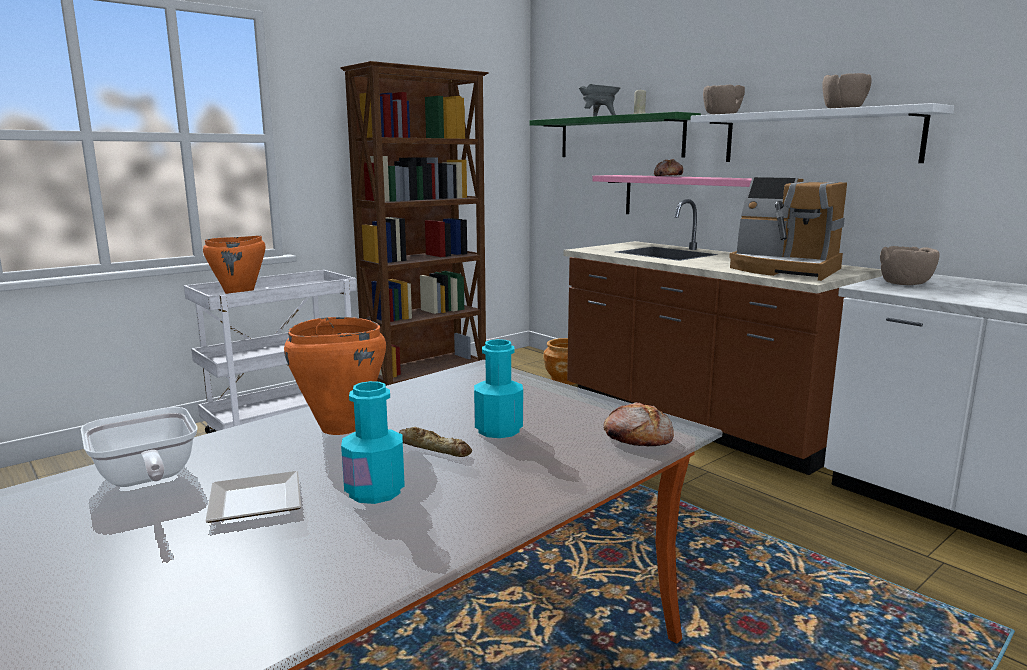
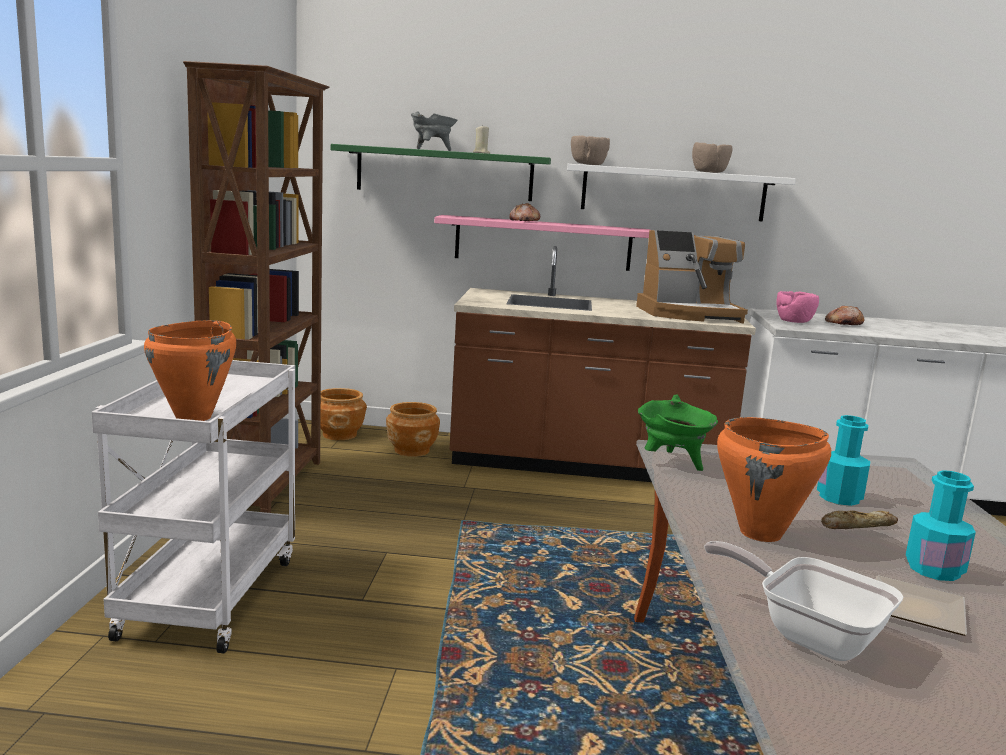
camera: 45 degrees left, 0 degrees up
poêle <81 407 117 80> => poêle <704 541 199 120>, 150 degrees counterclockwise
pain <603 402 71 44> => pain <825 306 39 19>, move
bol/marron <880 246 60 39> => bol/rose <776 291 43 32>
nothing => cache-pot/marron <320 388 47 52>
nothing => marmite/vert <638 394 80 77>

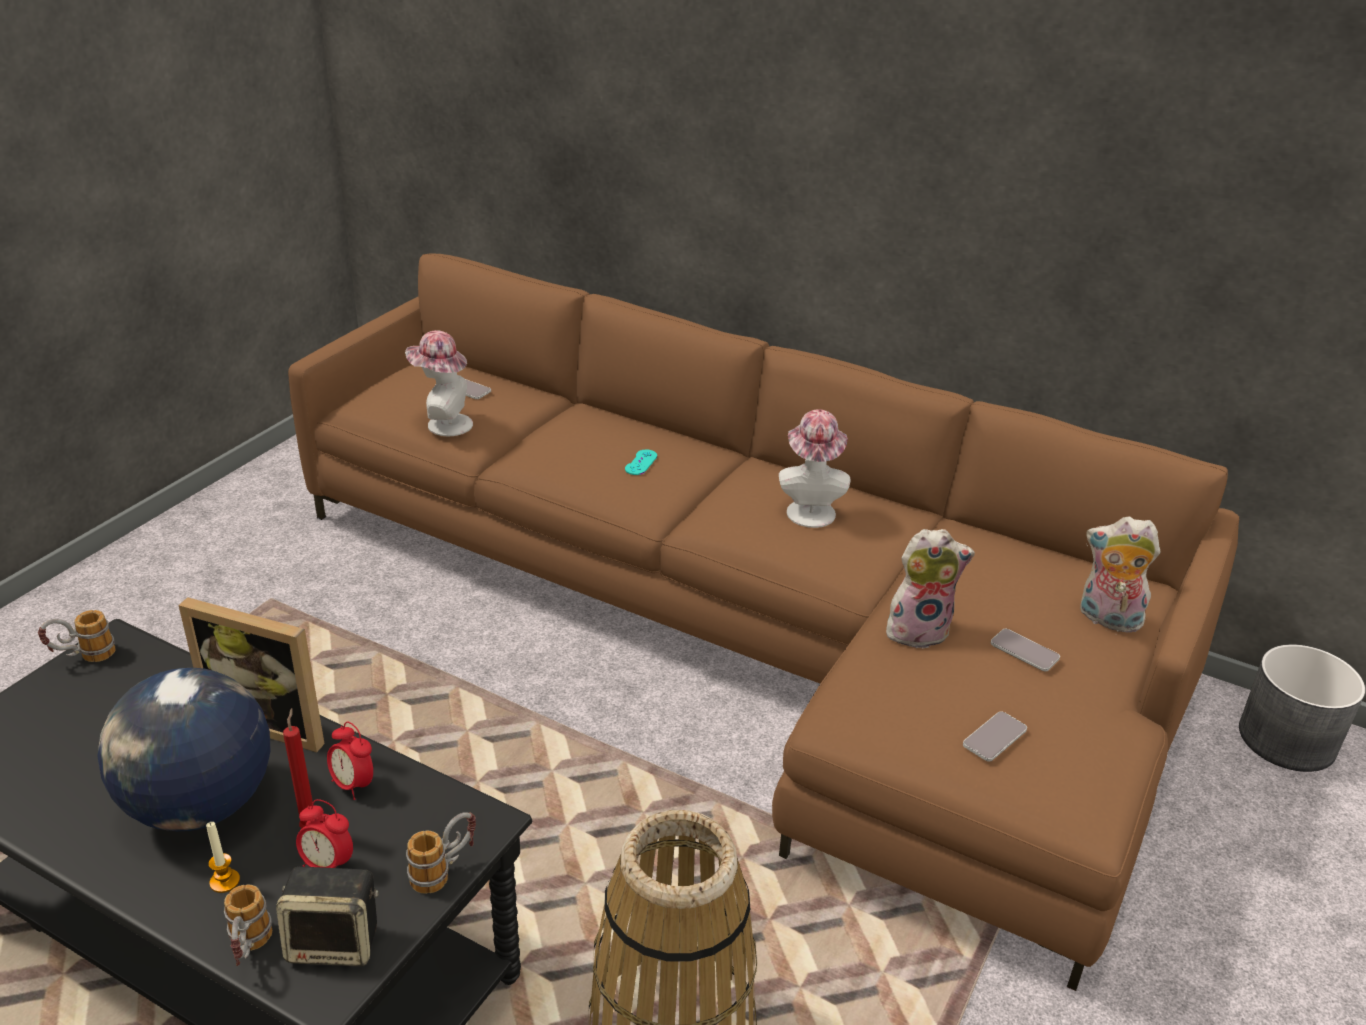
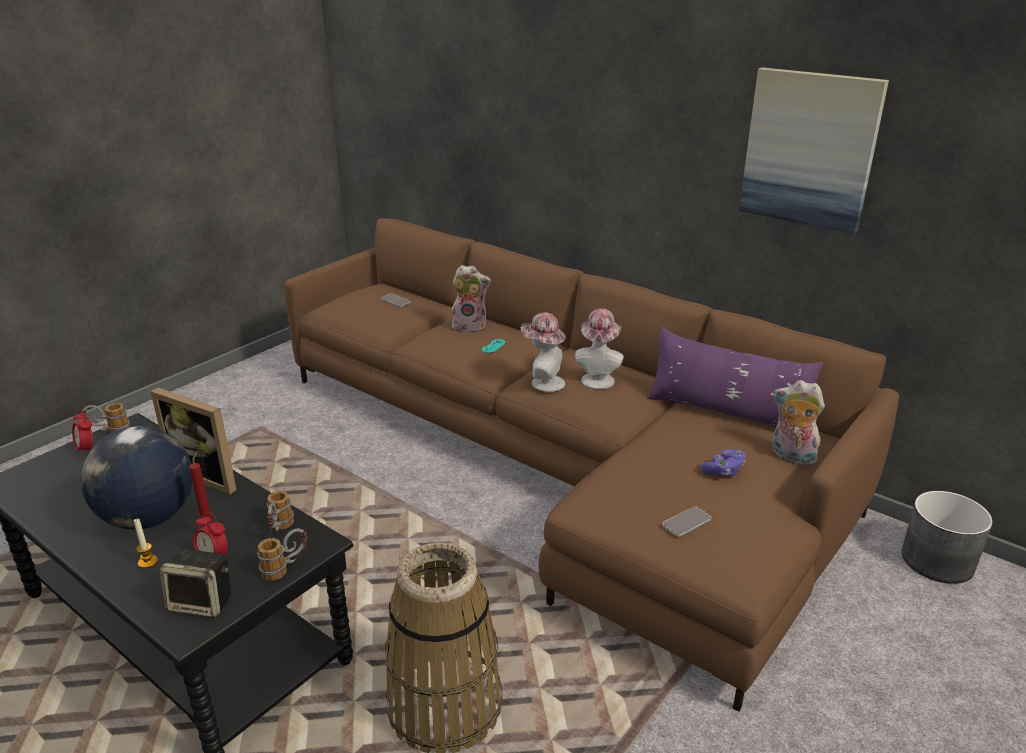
camera: 10 degrees right, 5 degrees down
mug <224 884 48 82> => mug <267 491 27 42>, move
réveil <327 722 46 78> => réveil <72 409 21 47>, move
chapeau <405 330 68 106> => chapeau <521 312 44 80>, move
peluche <886 529 89 120> => peluche <452 265 39 68>, move
téléphone <991 629 69 43> => manette/violet <700 449 46 28>
nothing => coussin/violet <647 327 176 100>
nothing => tableau <739 67 150 167>

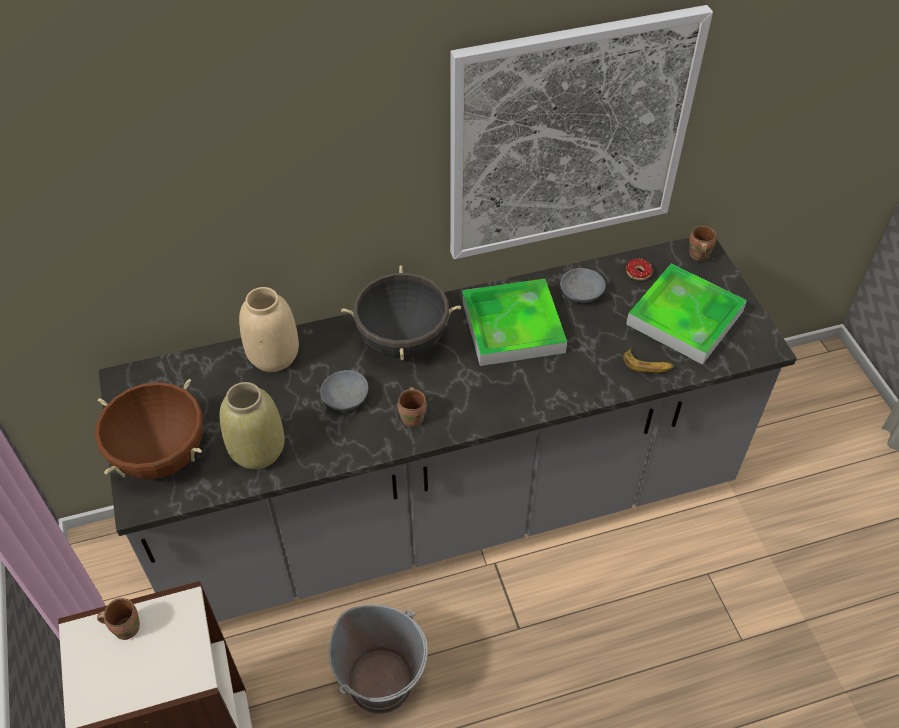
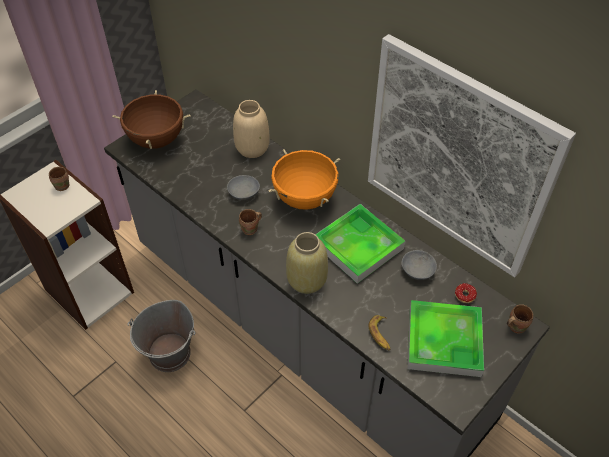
camera: 60 degrees right, 0 degrees up
vase/beige <220 382 65 87> => vase/beige <286 232 42 62>, move
marmite/noir <341 265 120 95> => marmite/orange <269 149 71 61>

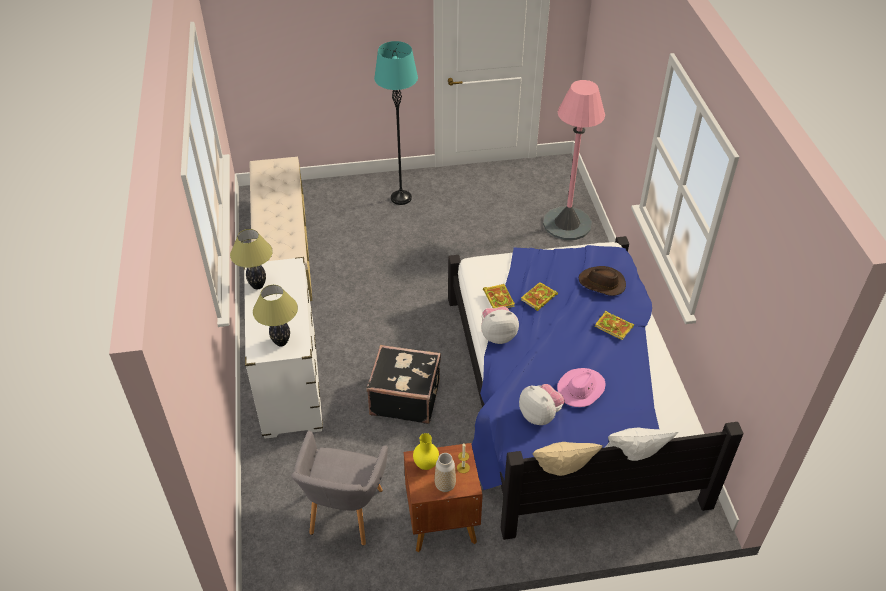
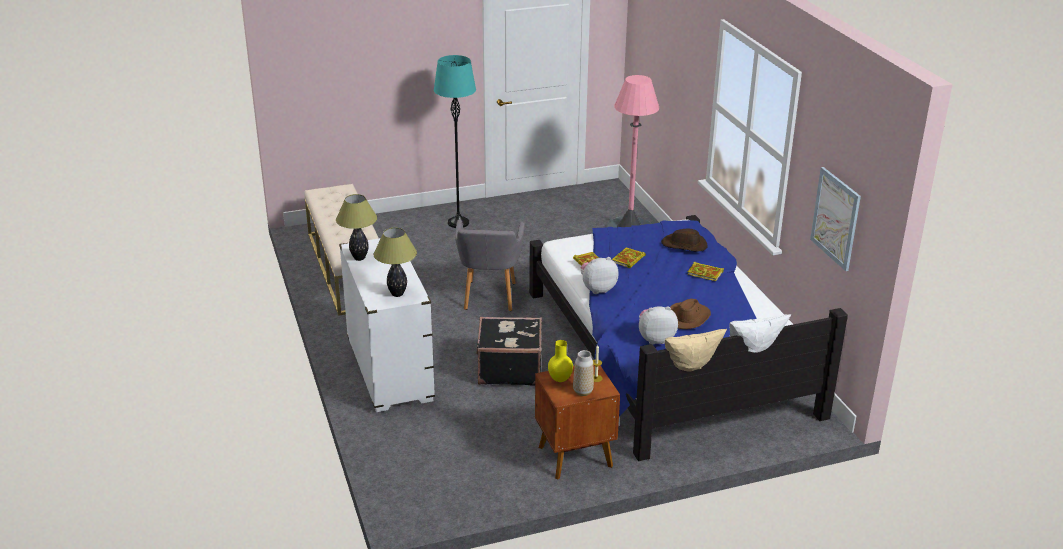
camera: 10 degrees left, 15 degrees down
fauteuil/gris <291 431 97 114> => fauteuil/gris <455 220 70 91>, move
peluche <519 384 46 41> => peluche <639 306 39 39>, 45 degrees counterclockwise
chapeau/rose <557 368 49 39> => chapeau/marron <670 299 41 30>
nothing => tableau <810 167 51 104>

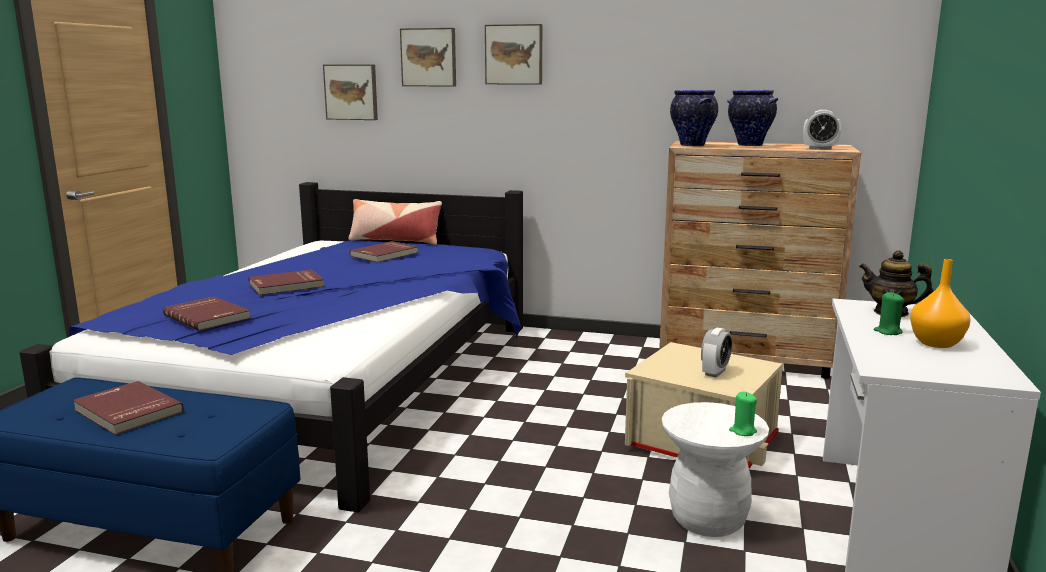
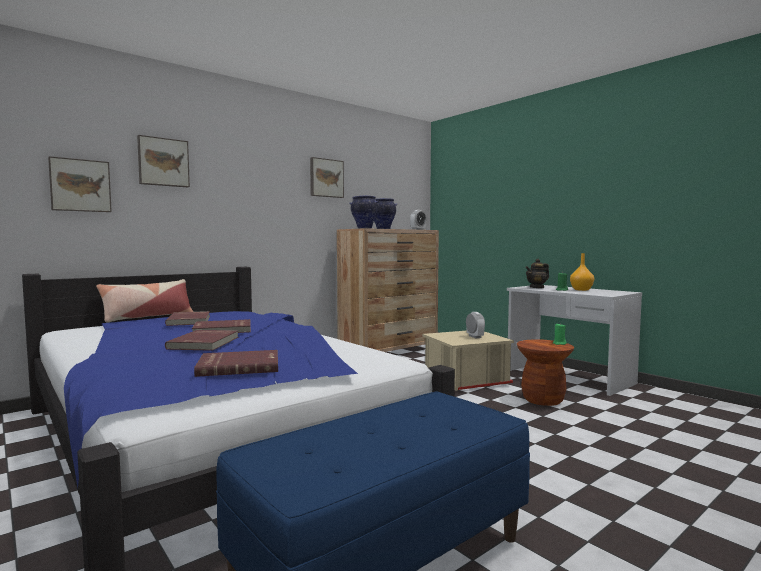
camera: 55 degrees left, 10 degrees down
livre/rouge <73 381 111 54> => livre/rouge <192 319 59 14>, move
tableau <485 24 57 61> => tableau <310 157 34 41>, move
tabouret/blanc <662 402 107 135> => tabouret/marron <517 339 57 67>

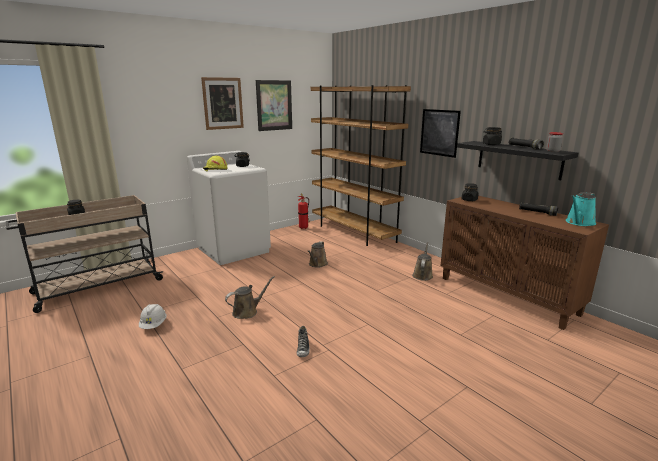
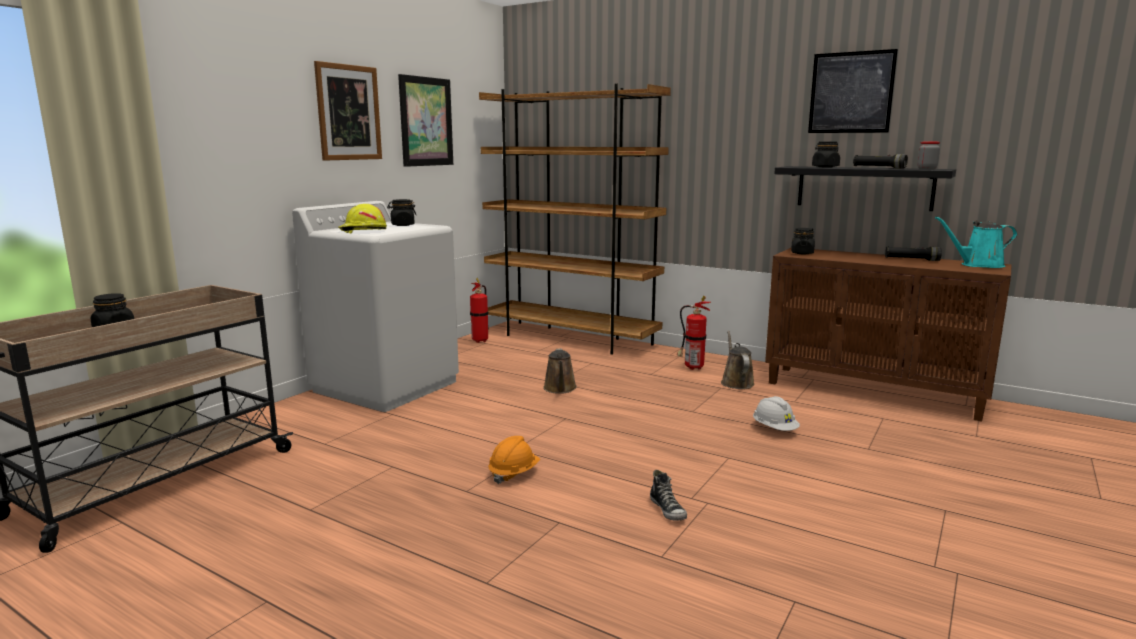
camera: 20 degrees left, 5 degrees down
casque de chantier/blanc <139 304 28 25> => casque de chantier/blanc <753 396 47 35>, move
arrosoir/marron <225 276 50 43> => casque de chantier/orange <488 436 52 48>
tableau <420 109 41 49> => tableau <808 49 90 84>, move
arrosoir/turquoise <566 192 30 34> => arrosoir/turquoise <935 217 82 51>, 60 degrees clockwise
nothing => extincteur <677 295 34 75>

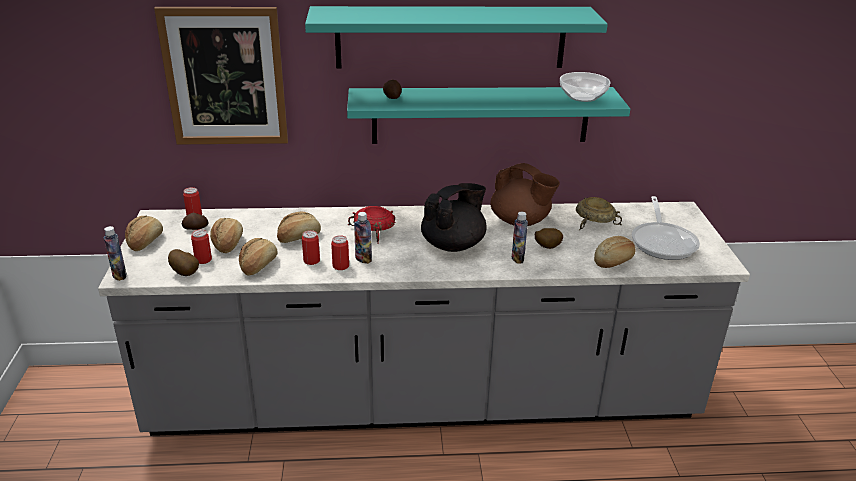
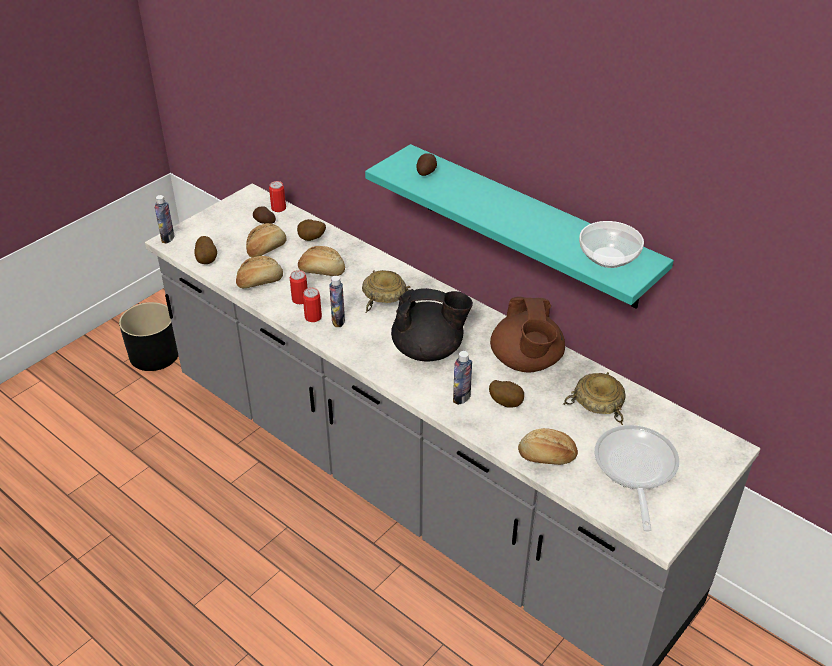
camera: 45 degrees right, 10 degrees up
pain <125 216 38 35> => nothing
tableau <154 7 134 138> => nothing
boîte métallique <191 229 21 35> => nothing
étagère/turquoise <305 6 303 63> => nothing
bol/rouge <348 206 48 38> => bol/beige <362 270 48 43>
poêle <632 196 68 64> => poêle <594 425 85 107>, 135 degrees clockwise
nothing => cache-pot/noir <119 302 60 69>
nothing => pomme de terre <297 219 29 22>

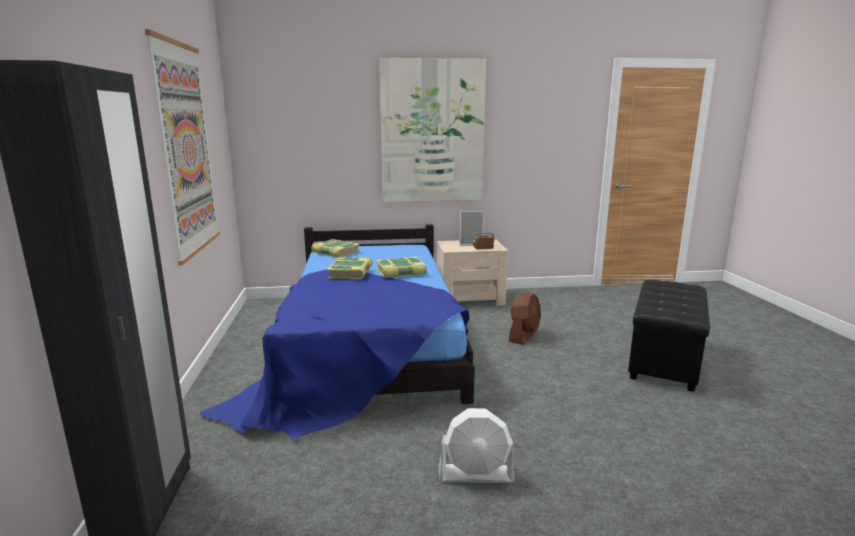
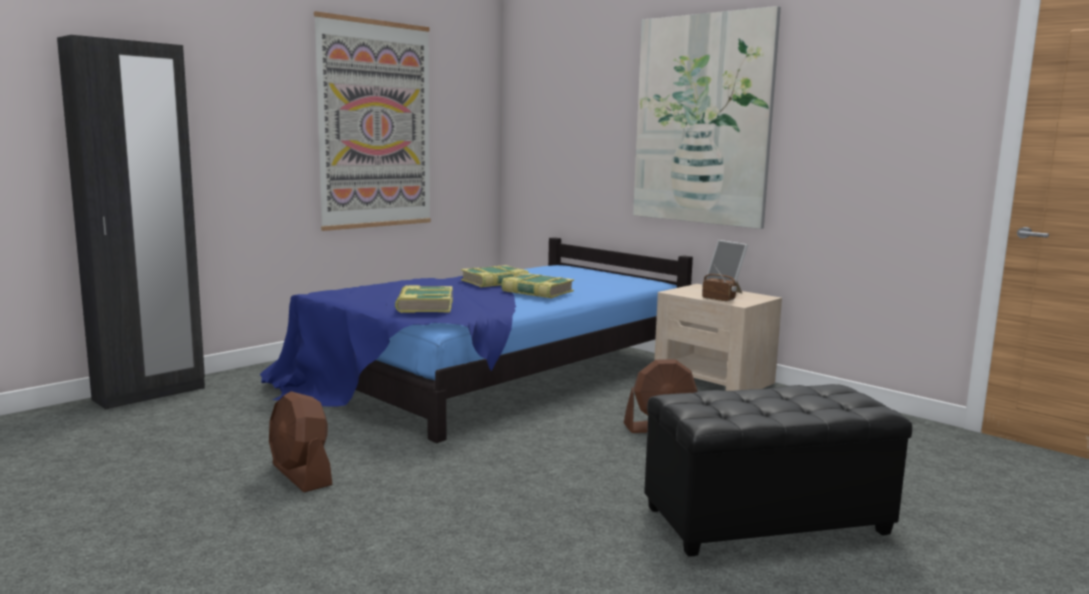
camera: 50 degrees right, 5 degrees down
livre <311 239 49 19> => livre <395 285 58 28>, move
ventilateur/blanc <439 408 76 75> => ventilateur/marron <269 391 63 101>

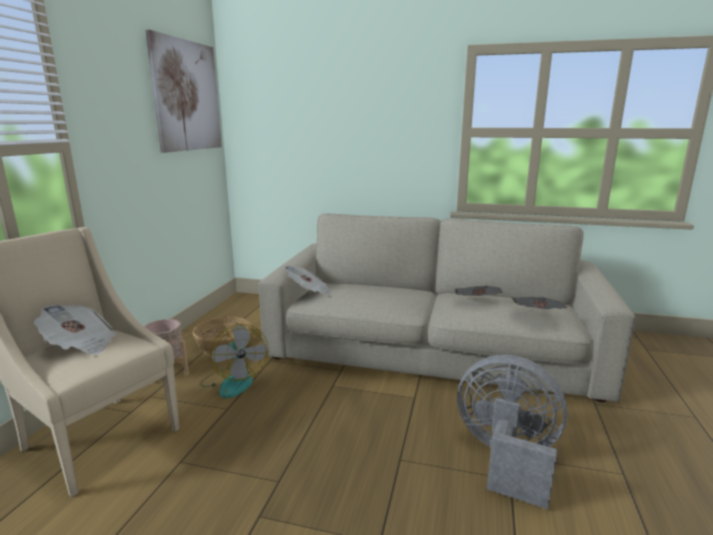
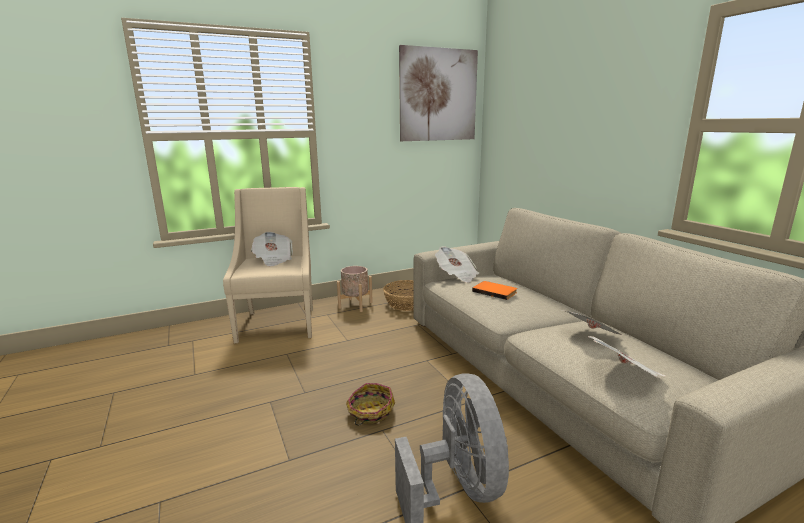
camera: 50 degrees right, 0 degrees up
ventilateur <200 324 69 74> => nothing
nothing => panier <346 383 49 42>
nothing => livre/orange <472 281 45 19>

